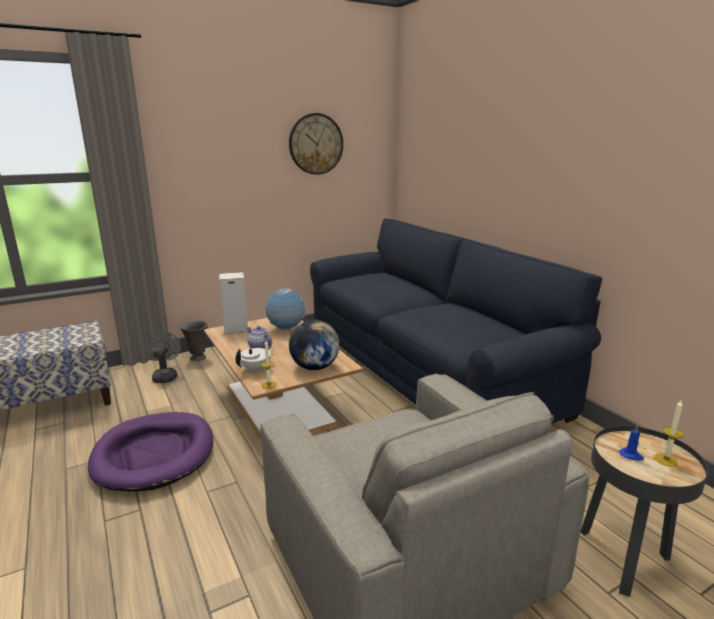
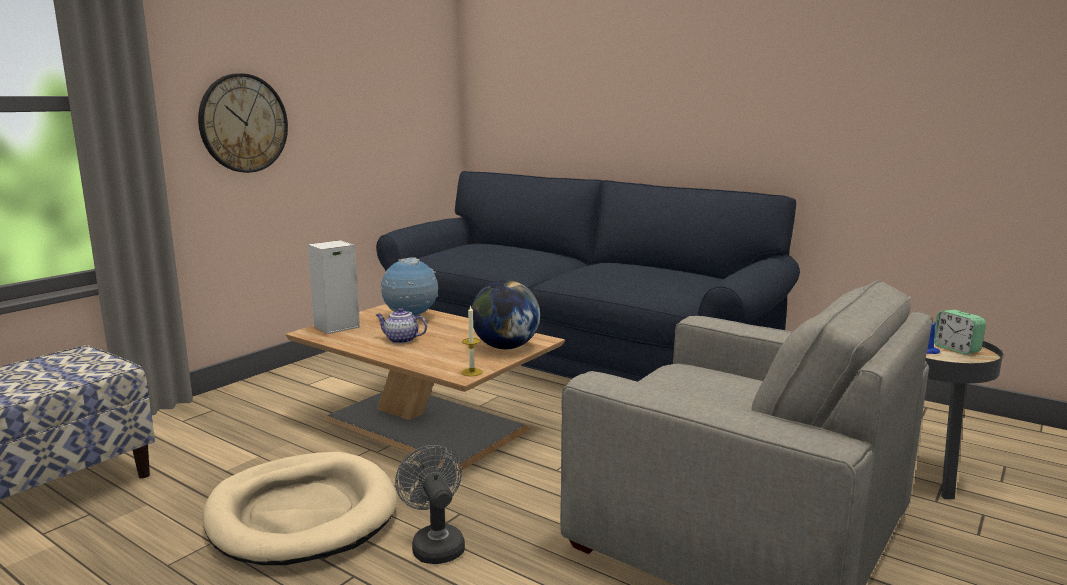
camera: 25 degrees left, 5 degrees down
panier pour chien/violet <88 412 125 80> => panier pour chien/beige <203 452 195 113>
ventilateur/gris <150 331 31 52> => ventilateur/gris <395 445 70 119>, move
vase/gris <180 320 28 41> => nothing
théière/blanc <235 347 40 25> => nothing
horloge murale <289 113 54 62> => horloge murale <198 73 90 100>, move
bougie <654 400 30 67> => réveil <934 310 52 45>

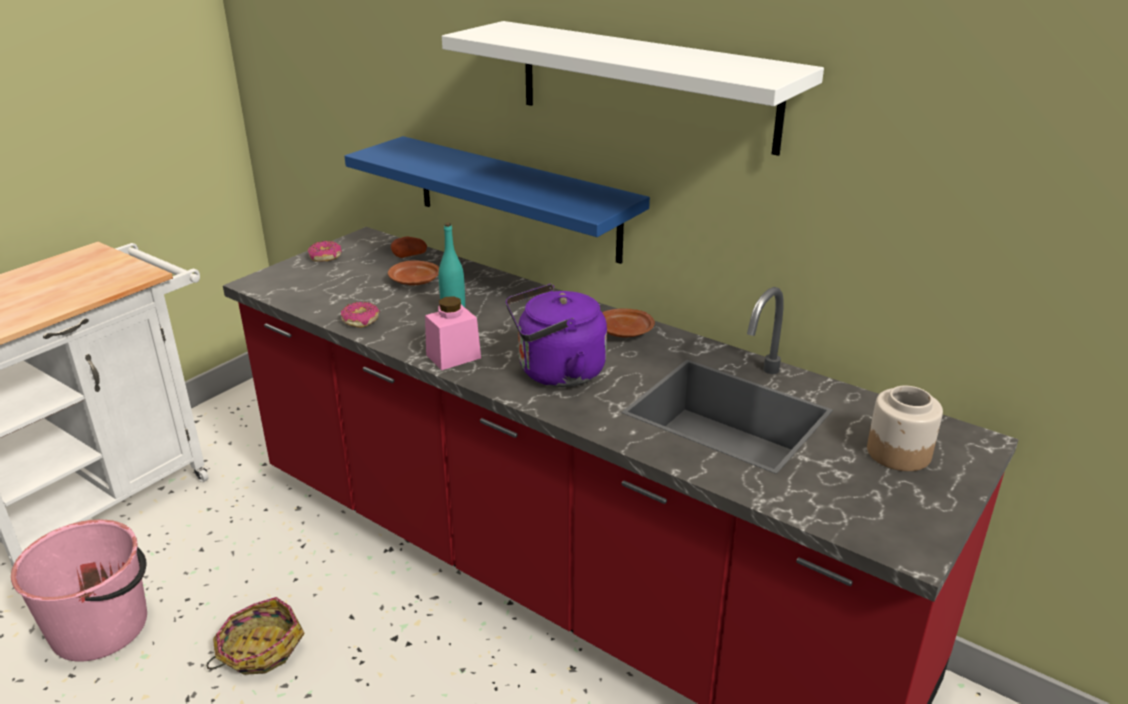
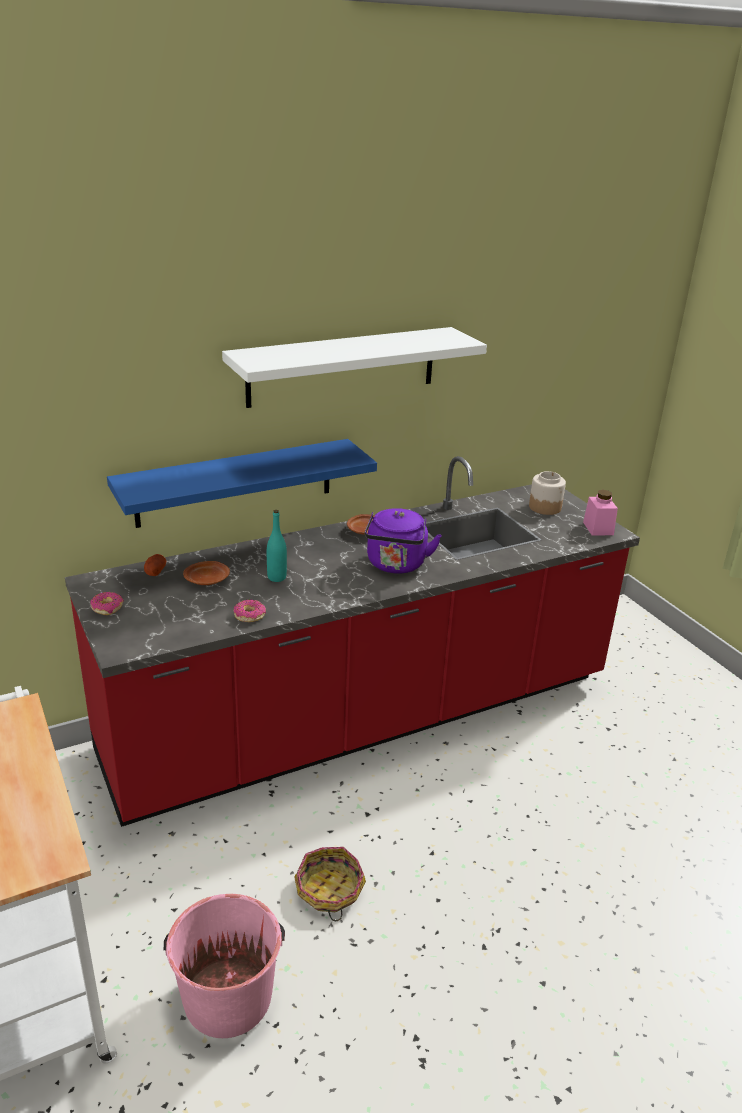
camera: 65 degrees left, 0 degrees up
bocal/rose <425 296 56 74> => bocal/rose <583 490 35 46>, move

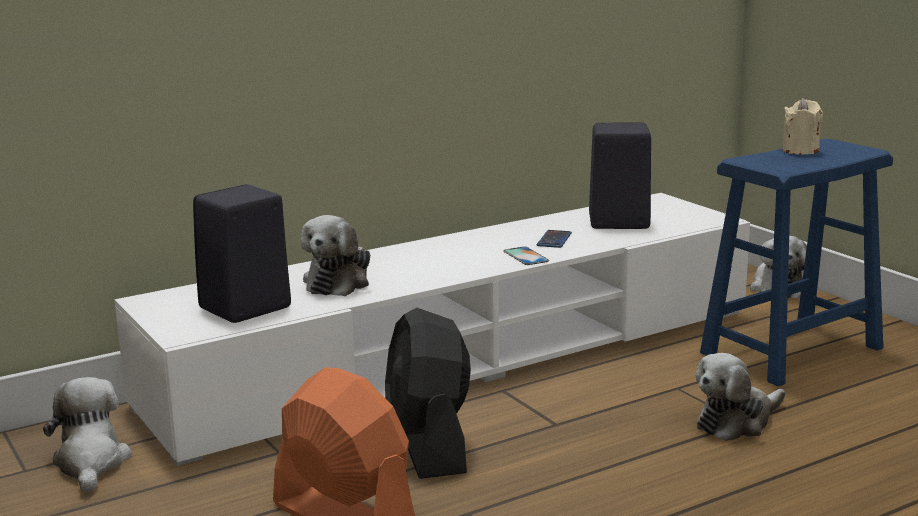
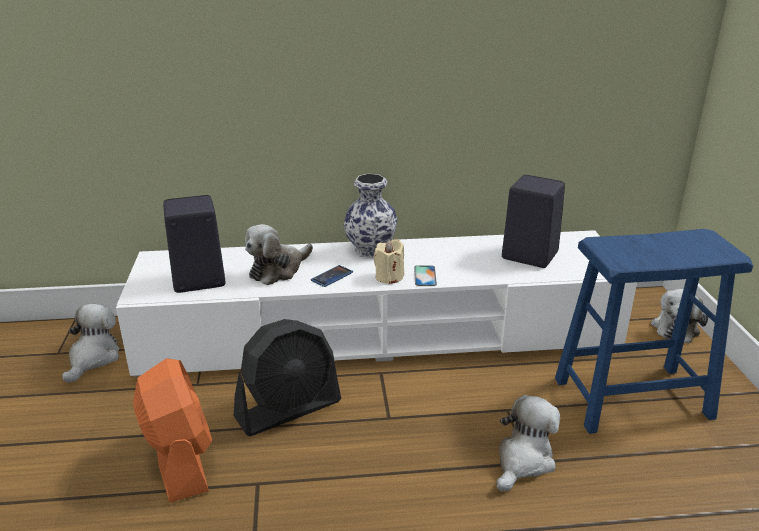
camera: 25 degrees right, 10 degrees up
ventilateur/noir <385 308 86 171> => ventilateur/noir <234 319 107 117>, 135 degrees counterclockwise
téléphone <537 230 35 18> => téléphone <311 265 42 22>, move
peluche <696 353 89 88> => peluche <497 395 63 97>, 135 degrees clockwise
bougie/beige <783 98 40 57> => bougie/beige <373 239 31 45>, move
nothing => vase <344 174 53 84>

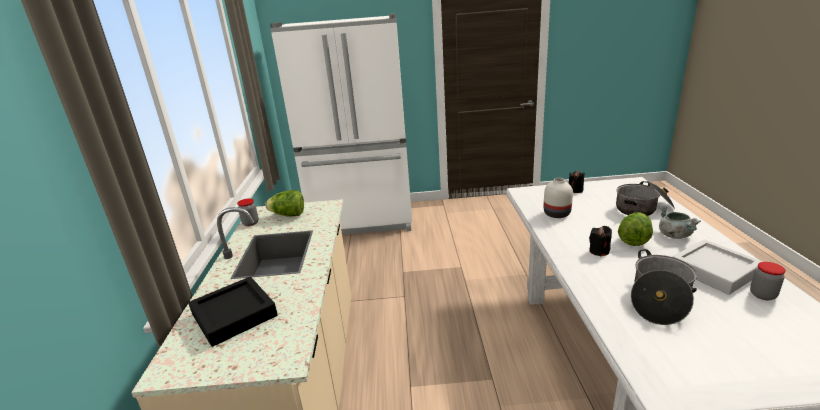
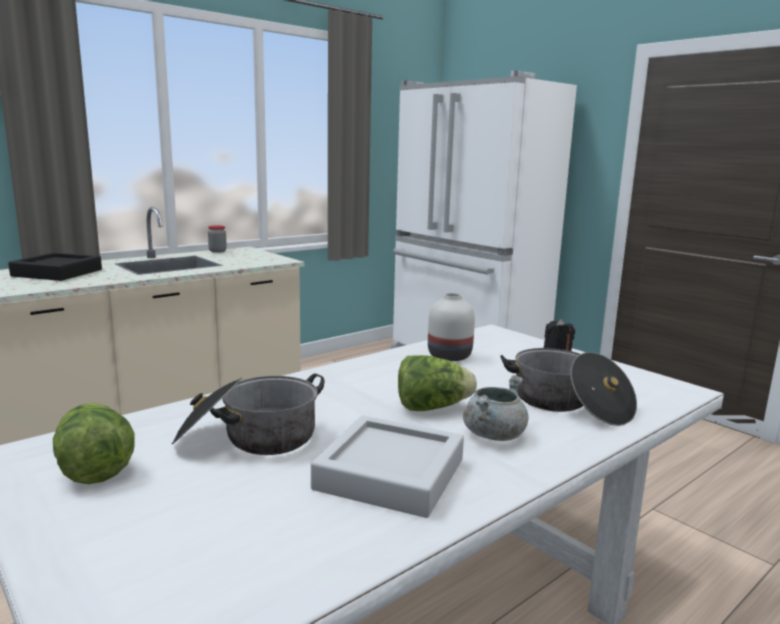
camera: 50 degrees right, 10 degrees down
laitue <265 190 39 26> => laitue <53 403 82 81>, move
bougie/noir <589 226 23 30> => nothing
bocal <750 262 36 38> => nothing

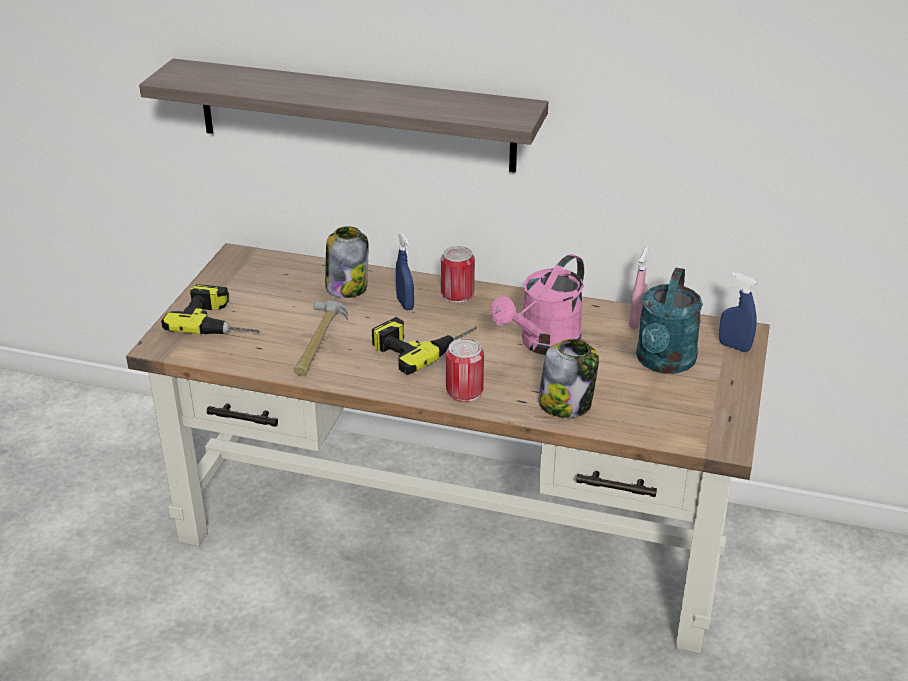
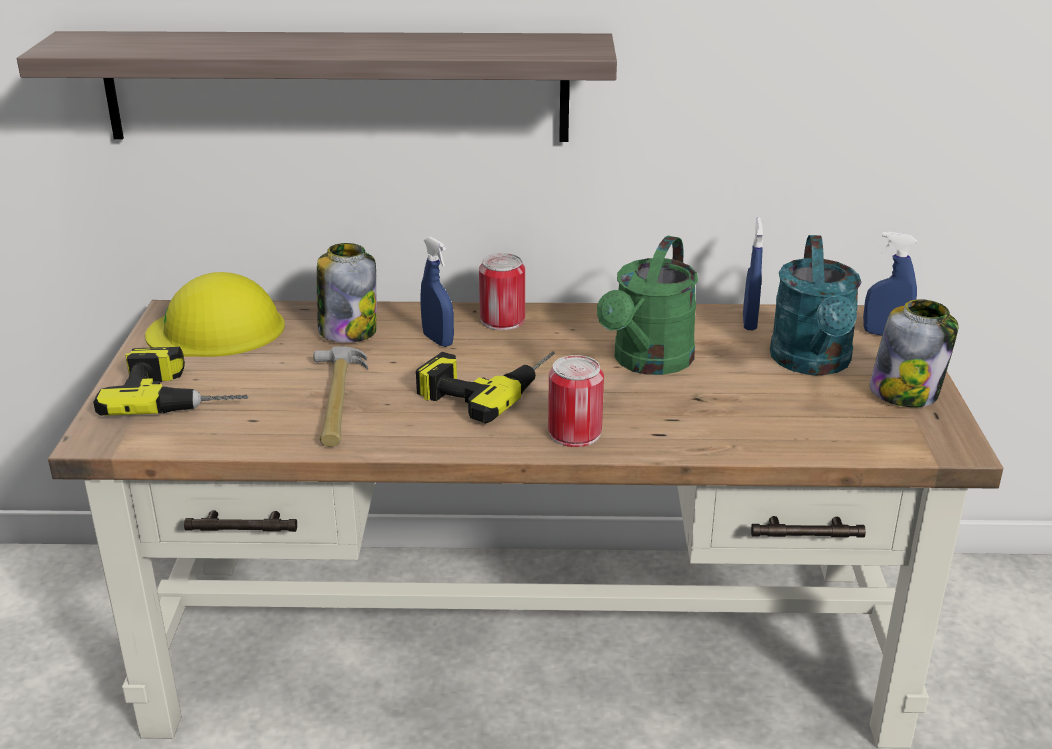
camera: 15 degrees left, 5 degrees down
arrosoir/rose <491 254 93 101> => arrosoir/vert <597 236 101 139>
bocal <538 339 61 79> => bocal <870 299 89 108>, move
vaporisateur/rose <629 247 20 82> => vaporisateur/bleu <743 217 20 113>
nothing => casque de chantier/jaune <145 272 140 85>

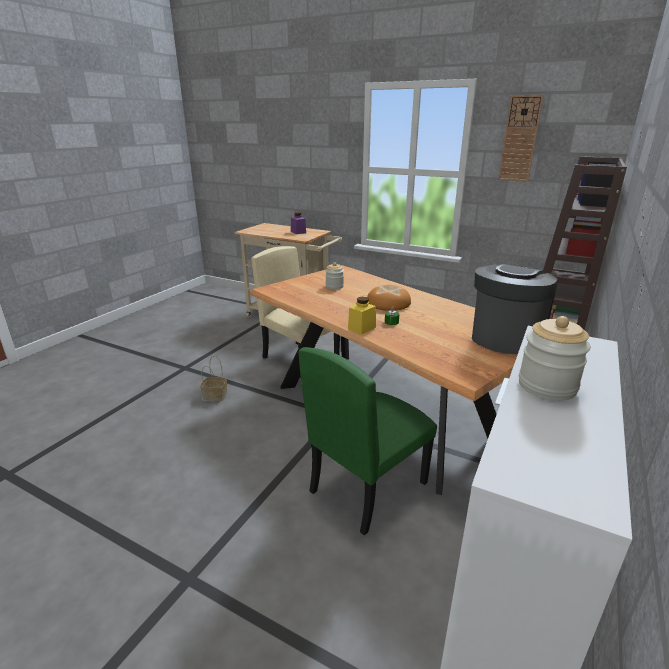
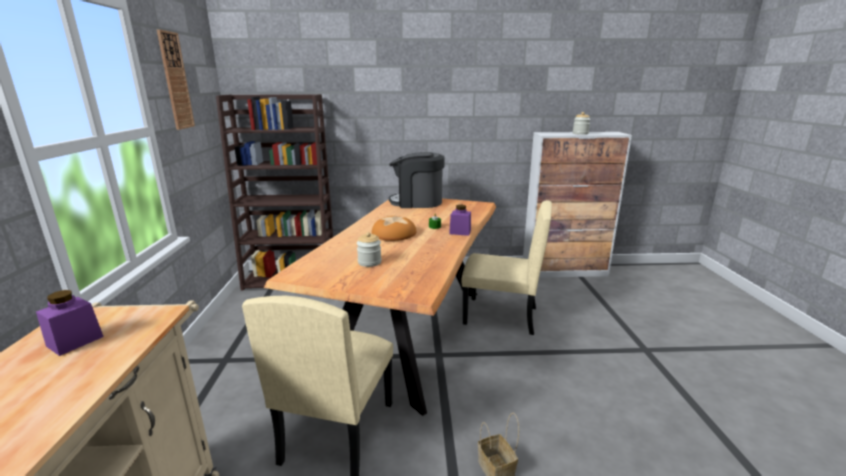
camera: 120 degrees left, 5 degrees down
chaise/vert <298 347 139 188> => chaise/beige <461 200 91 135>
bocal/jaune <348 297 28 38> => bocal/violet <449 205 22 31>

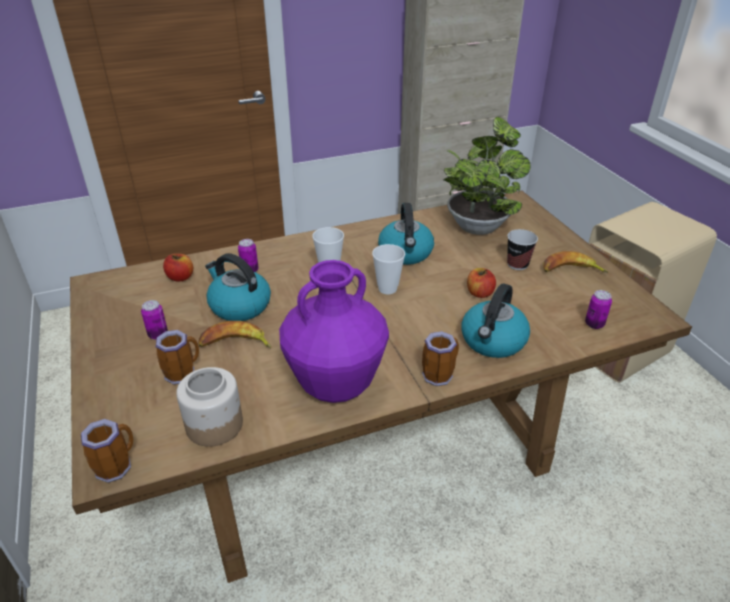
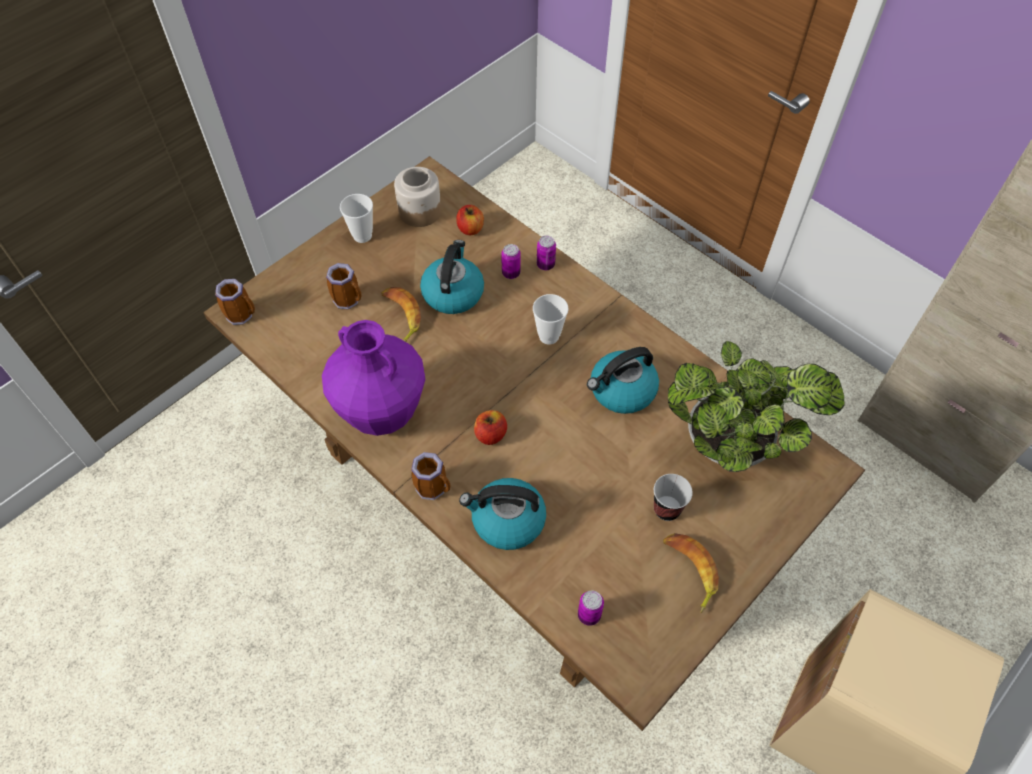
camera: 65 degrees right, 20 degrees up
boîte métallique <141 300 27 40> => boîte métallique <537 235 19 35>, move
bocal <176 367 67 80> => bocal <394 167 47 60>, move
tasse <372 244 33 50> => tasse <340 194 33 49>, move
pomme <467 268 29 30> => pomme <474 410 33 35>, move

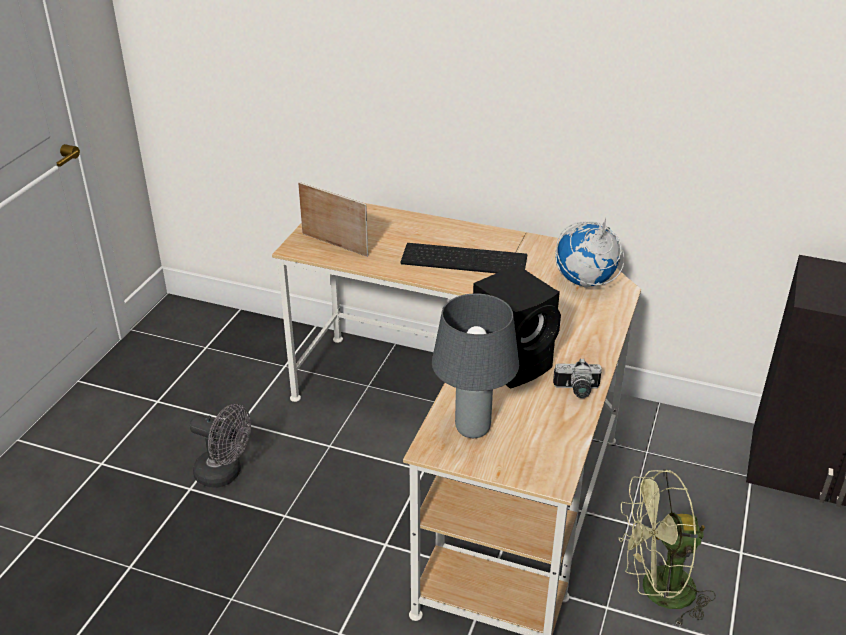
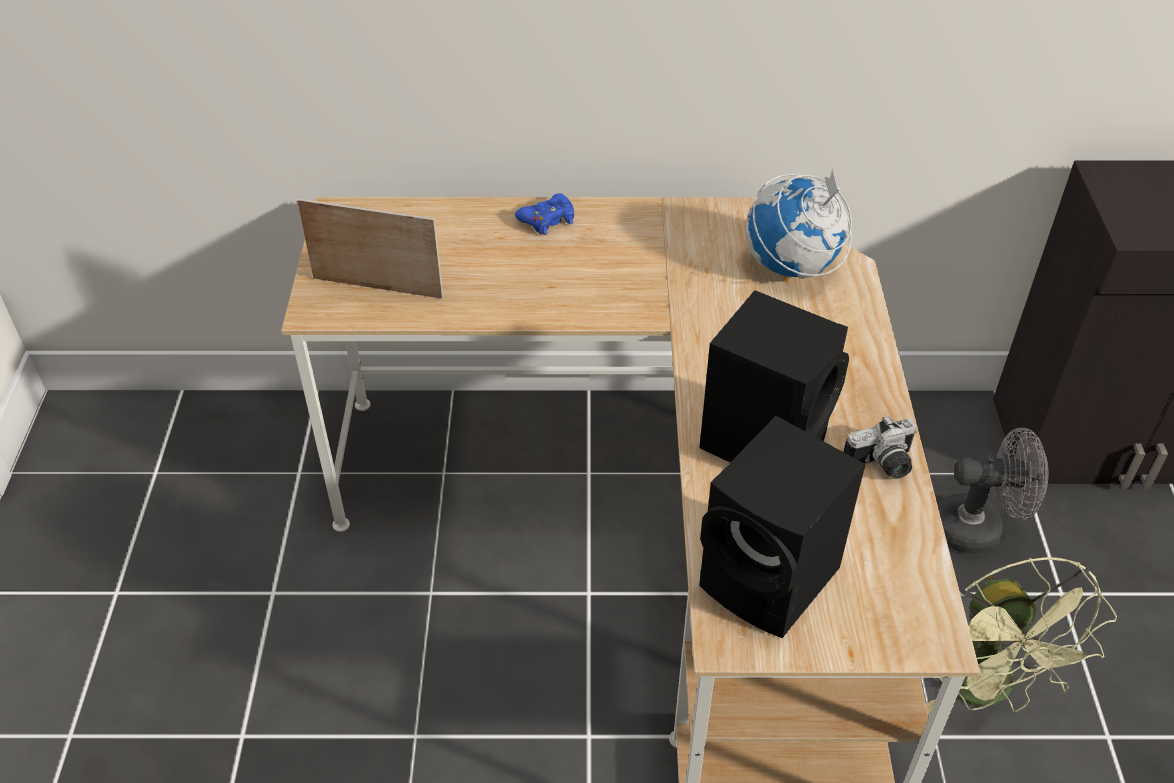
camera: 20 degrees left, 10 degrees up
ventilateur/gris <190 404 61 84> => ventilateur/gris <938 428 110 125>, move
clavier <400 243 127 30> => nothing
lampe de table/gris <432 293 87 145> => enceinte/noir <699 416 166 222>
ventilateur/vert <619 469 97 158> => ventilateur/vert <926 557 191 158>, 75 degrees counterclockwise
nothing => manette/bleu <515 193 59 42>

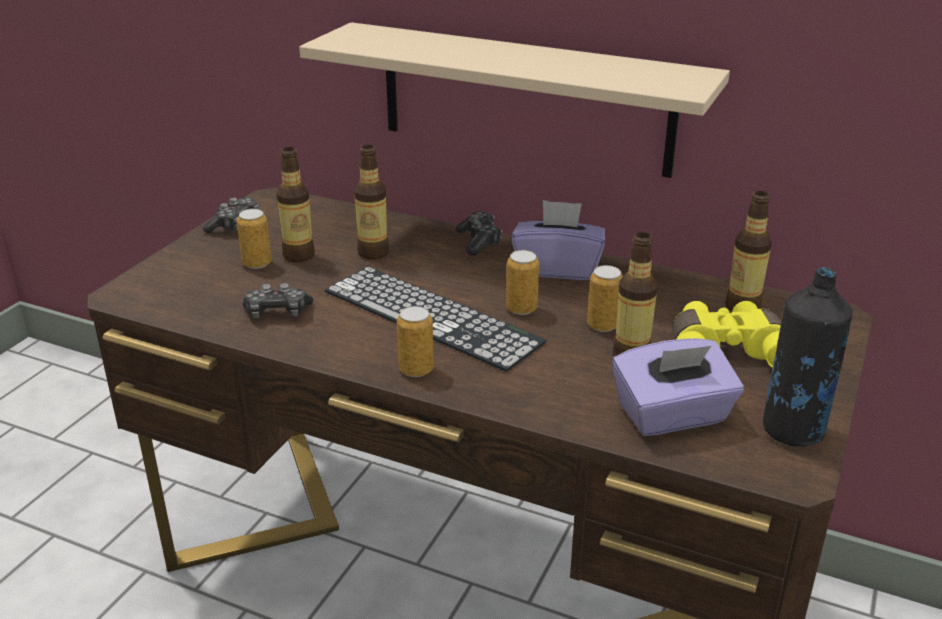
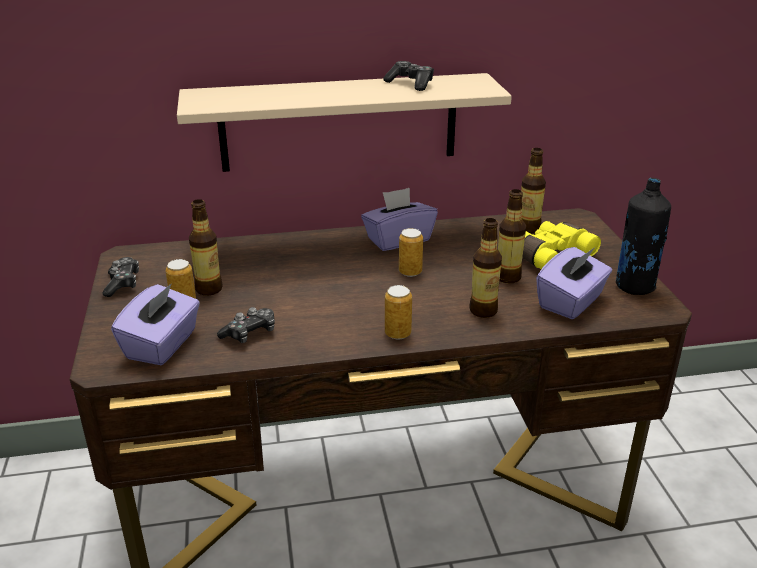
camera: 35 degrees left, 0 degrees up
clavier <325 267 222 105> => nothing
bouteille <354 145 35 115> => bouteille <469 218 33 100>, move
manette <456 211 46 44> => manette <383 61 51 30>, move
boîte métallique <587 265 36 67> => nothing
nothing => boîte à mouchoirs/violet <111 283 89 82>

